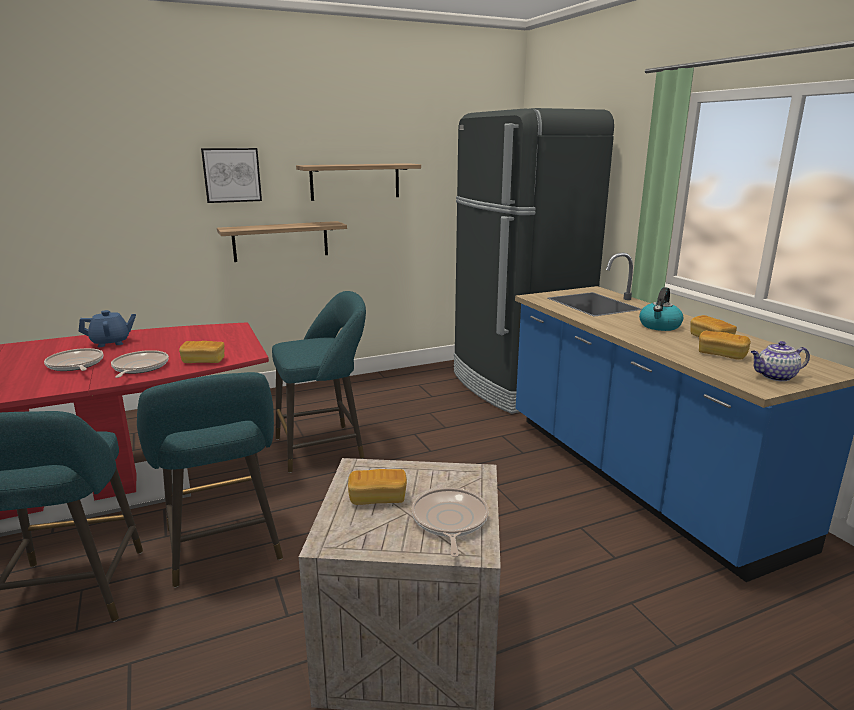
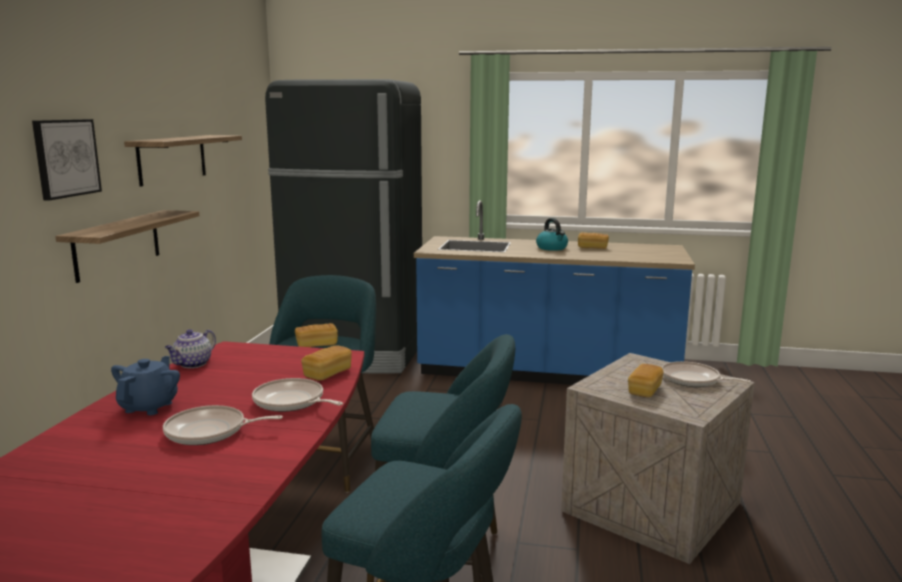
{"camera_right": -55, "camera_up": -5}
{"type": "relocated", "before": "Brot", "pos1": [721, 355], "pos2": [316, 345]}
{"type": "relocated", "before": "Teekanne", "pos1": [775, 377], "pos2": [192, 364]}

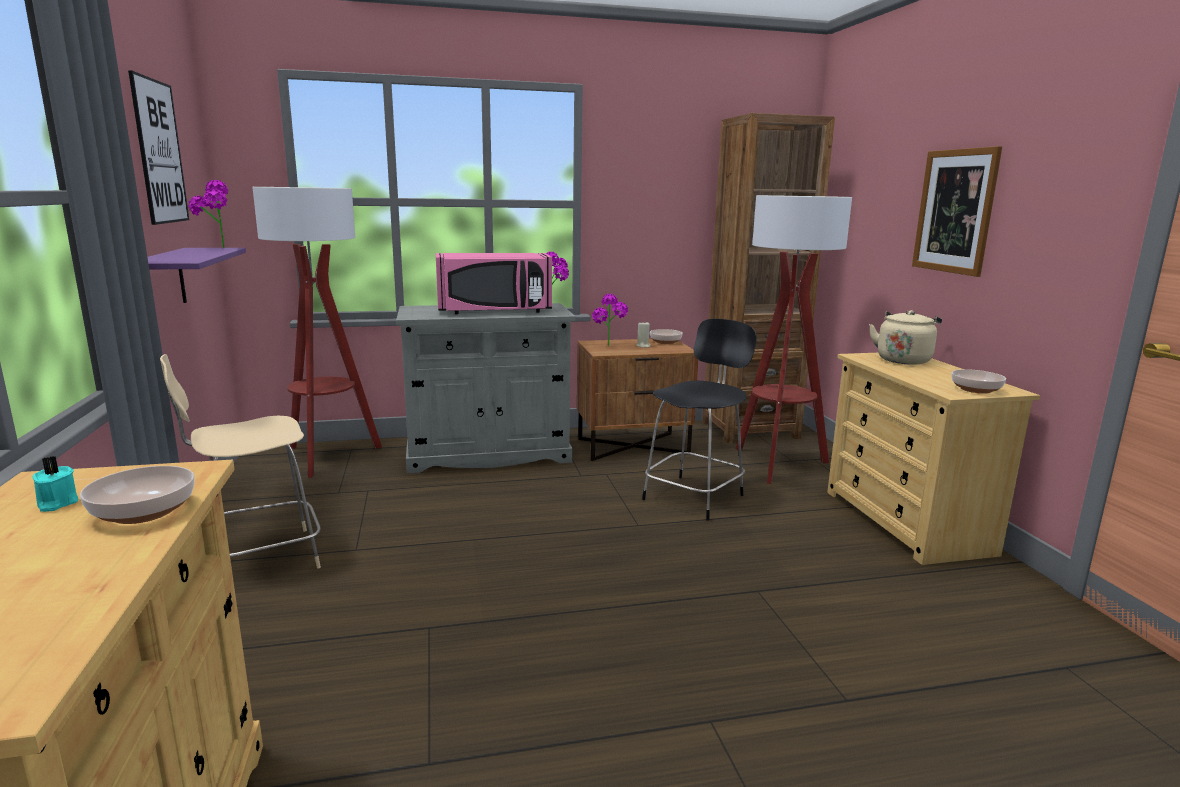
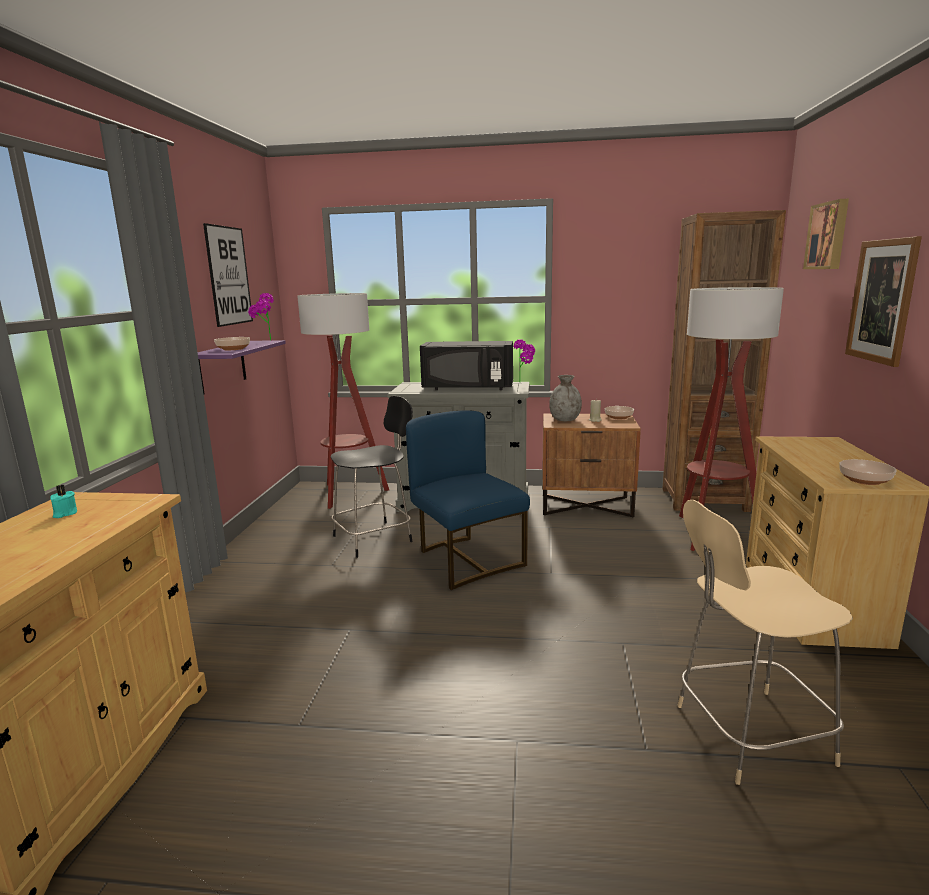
{"camera_right": 20, "camera_up": 0}
{"type": "missing", "before": "Wasserkessel/beige", "pos1": [903, 360]}
{"type": "appeared", "after": "Stuhl/blau", "pos2": [466, 560]}
{"type": "appeared", "after": "Bild", "pos2": [828, 236]}
{"type": "relocated", "before": "Schüssel", "pos1": [143, 512], "pos2": [233, 349]}
{"type": "relocated", "before": "Stuhl/beige", "pos1": [259, 559], "pos2": [747, 734]}
{"type": "relocated", "before": "Stuhl/schwarz", "pos1": [695, 496], "pos2": [375, 538]}
{"type": "exchanged", "before": "Topfpflanze", "after": "Vase/grau", "pos1": [609, 347], "pos2": [565, 420]}
{"type": "colour", "before": "Mikrowelle/rosa", "after": "Mikrowelle/schwarz", "pos1": [495, 311], "pos2": [467, 388]}

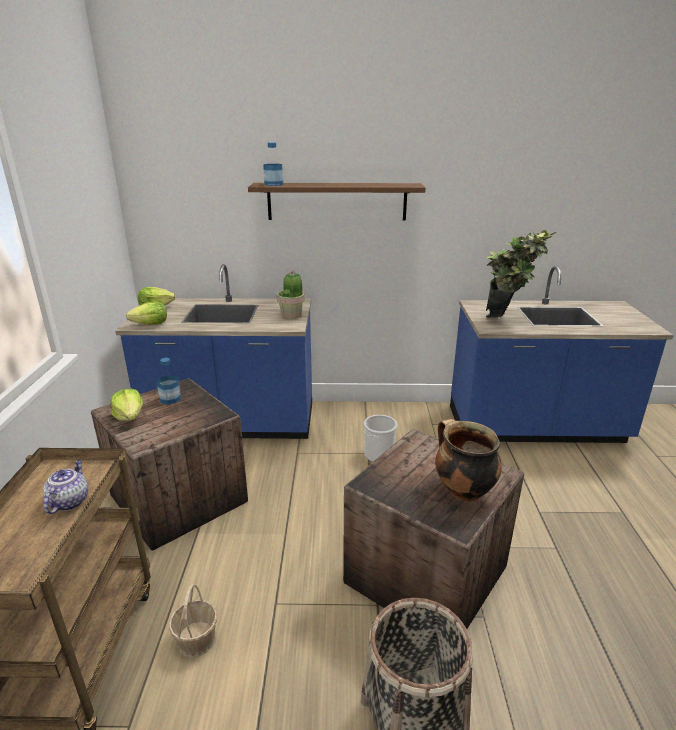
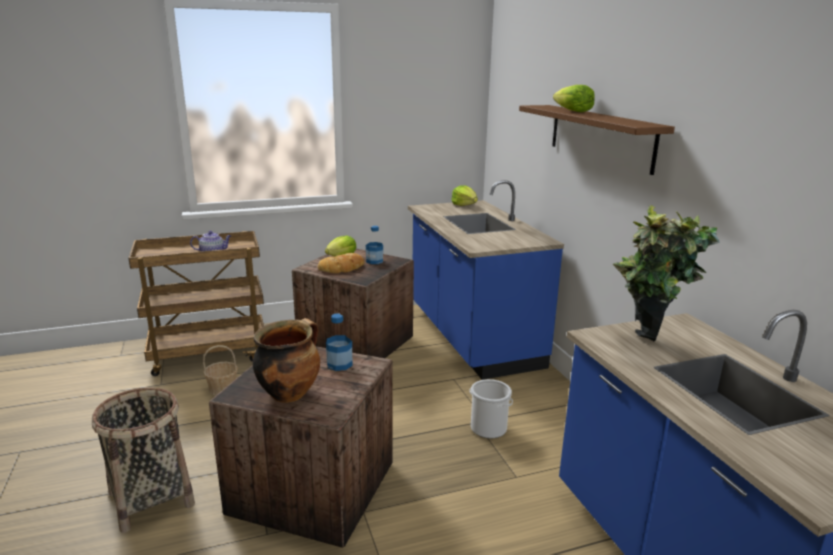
{"camera_right": 70, "camera_up": -5}
{"type": "missing", "before": "Topfpflanze", "pos1": [292, 315]}
{"type": "appeared", "after": "Brot", "pos2": [342, 268]}
{"type": "relocated", "before": "Salatkopf", "pos1": [150, 324], "pos2": [573, 111]}
{"type": "relocated", "before": "Flasche", "pos1": [274, 184], "pos2": [339, 364]}

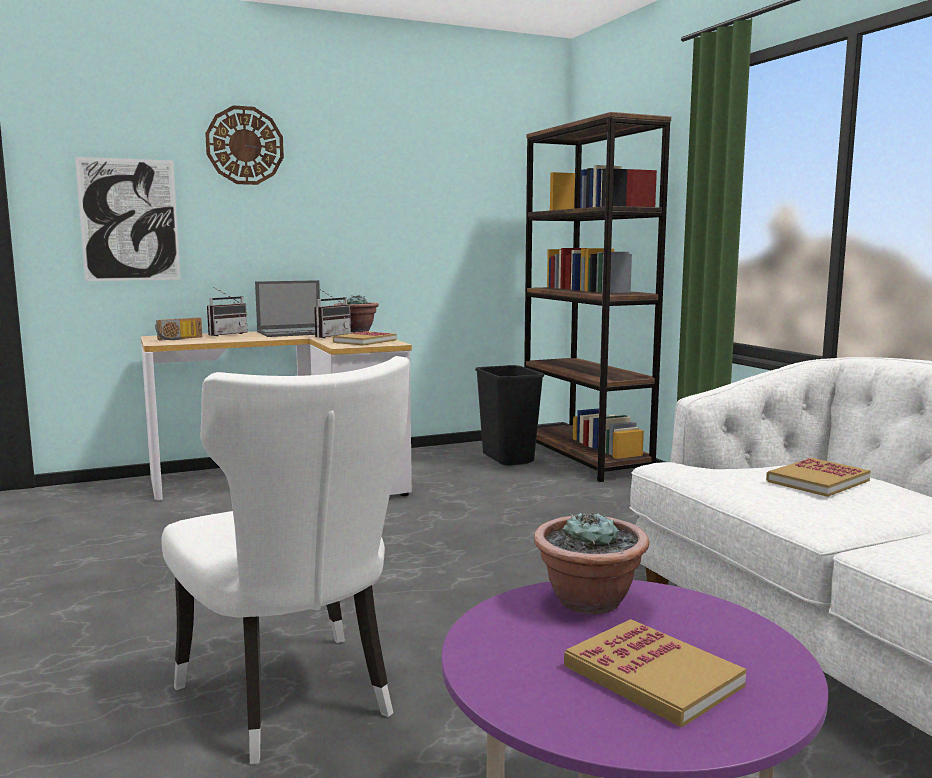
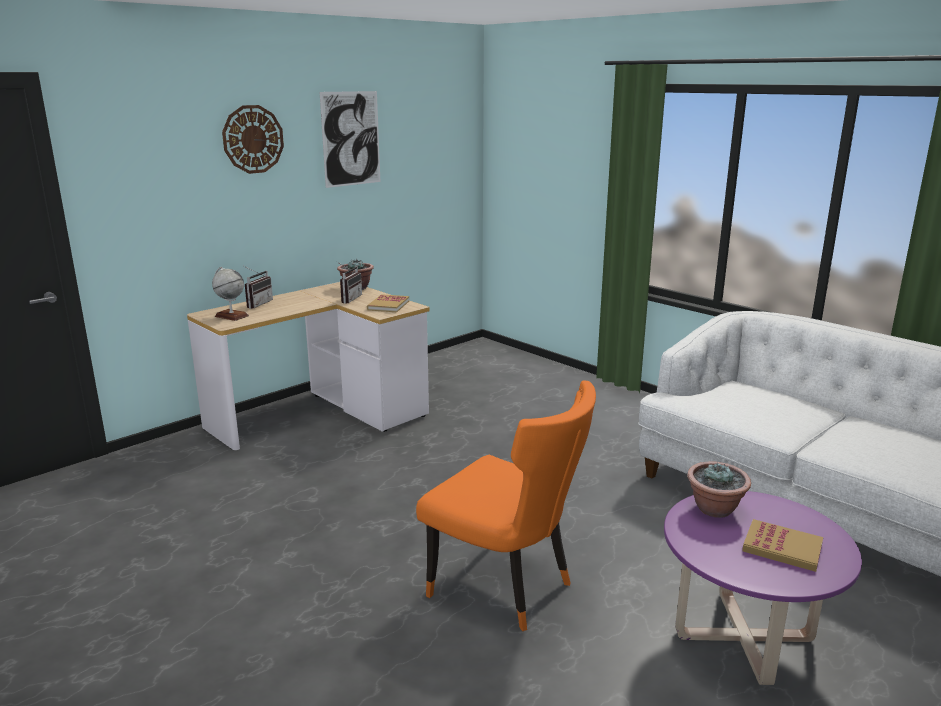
{"camera_right": -20, "camera_up": 10}
{"type": "missing", "before": "Laptop", "pos1": [295, 333]}
{"type": "missing", "before": "Mülleimer/schwarz", "pos1": [507, 459]}
{"type": "missing", "before": "Bücherregal/braun", "pos1": [585, 459]}
{"type": "missing", "before": "Buch", "pos1": [817, 481]}
{"type": "relocated", "before": "Bild", "pos1": [129, 220], "pos2": [351, 139]}
{"type": "exchanged", "before": "Radio", "after": "Globus", "pos1": [180, 339], "pos2": [231, 316]}
{"type": "colour", "before": "Stuhl/weiß", "after": "Stuhl/orange", "pos1": [293, 701], "pos2": [507, 588]}

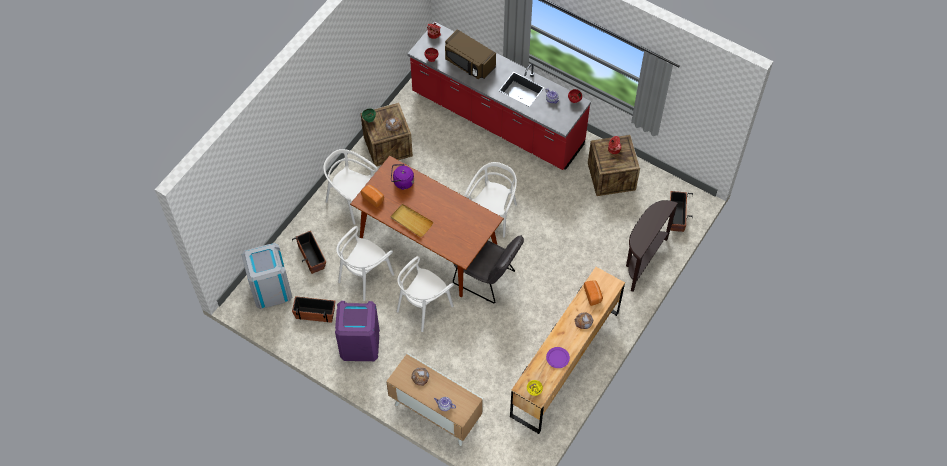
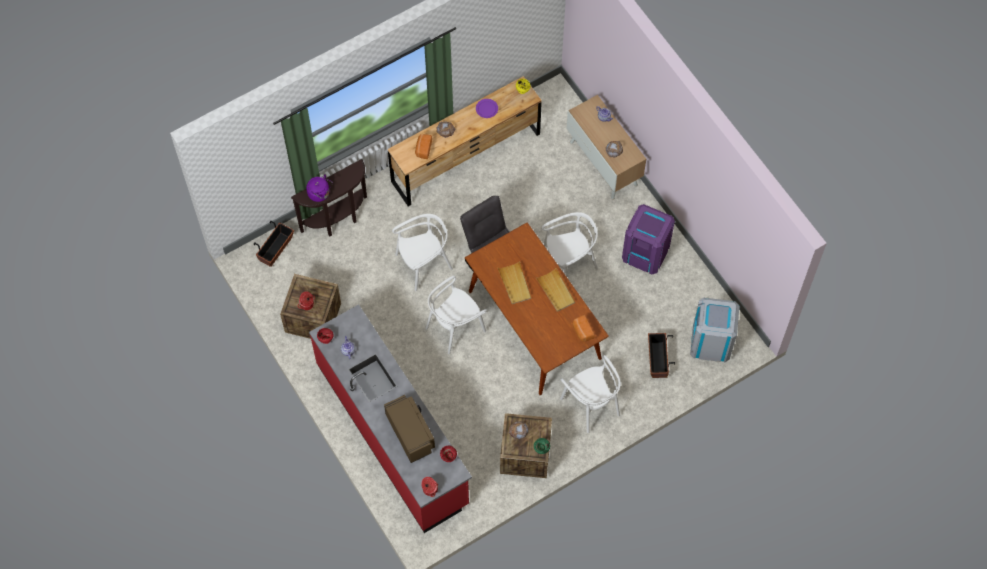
{"camera_right": -155, "camera_up": 5}
{"type": "missing", "before": "Pflanzkübel", "pos1": [315, 313]}
{"type": "appeared", "after": "Tablett/beige", "pos2": [515, 284]}
{"type": "relocated", "before": "Stuhl/weiß", "pos1": [365, 276], "pos2": [424, 264]}
{"type": "relocated", "before": "Wasserkessel/lila", "pos1": [402, 182], "pos2": [320, 194]}

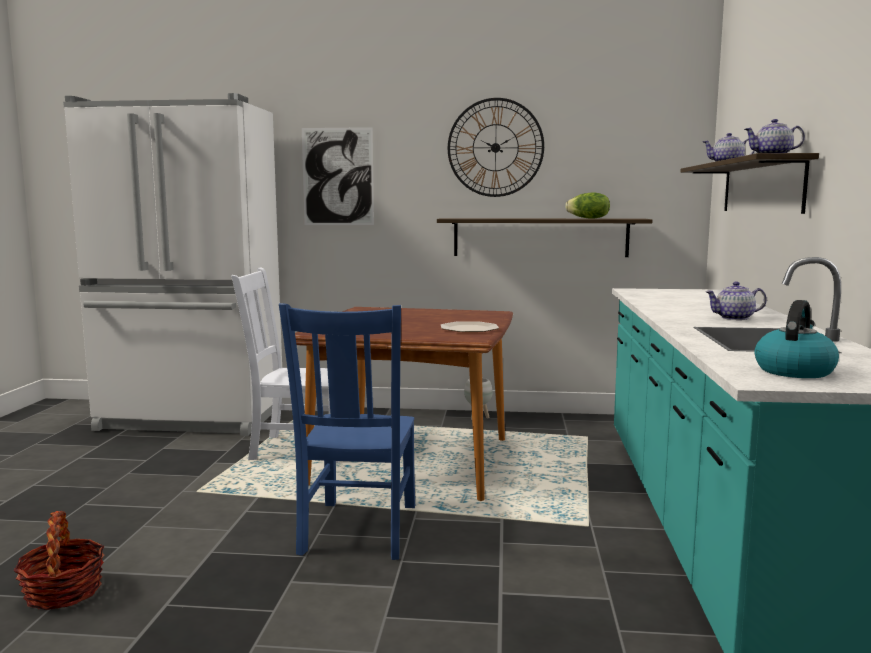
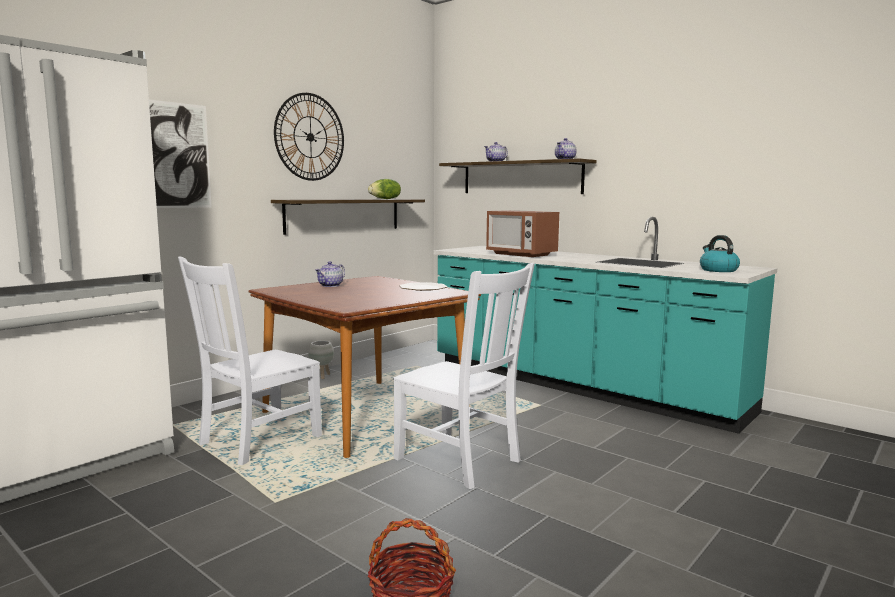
{"camera_right": -55, "camera_up": 0}
{"type": "appeared", "after": "Mikrowelle", "pos2": [521, 254]}
{"type": "relocated", "before": "Teekanne", "pos1": [734, 318], "pos2": [330, 285]}
{"type": "colour", "before": "Stuhl/blau", "after": "Stuhl/weiß", "pos1": [358, 531], "pos2": [460, 461]}

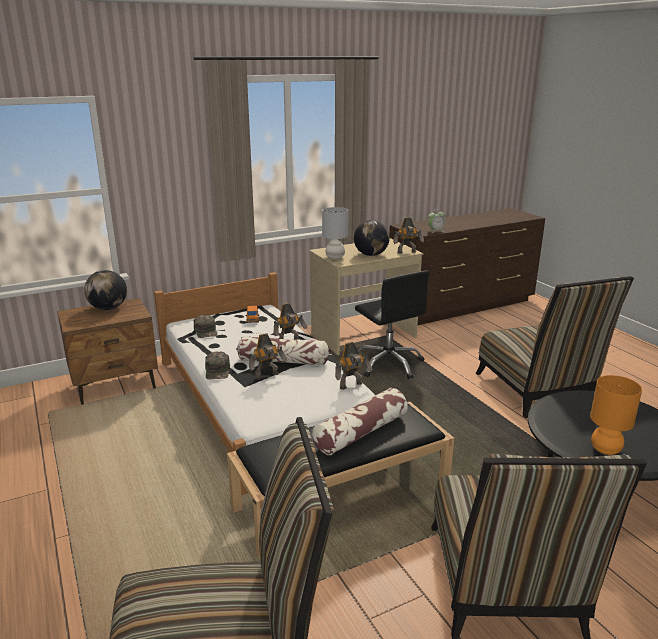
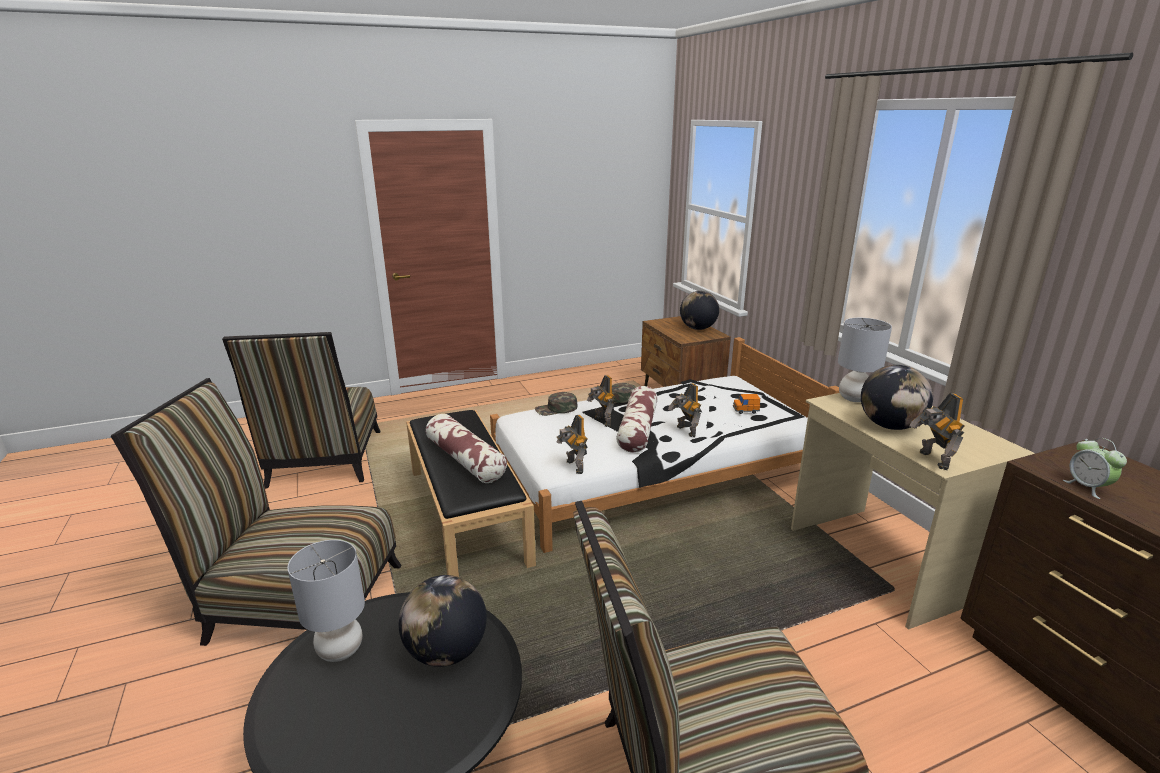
{"camera_right": 95, "camera_up": 0}
{"type": "missing", "before": "Bürostuhl/schwarz", "pos1": [388, 364]}
{"type": "appeared", "after": "Globus", "pos2": [446, 652]}
{"type": "relocated", "before": "Kappe/grün", "pos1": [206, 331], "pos2": [556, 409]}
{"type": "colour", "before": "Tischlampe/orange", "after": "Tischlampe/grau", "pos1": [605, 449], "pos2": [340, 650]}

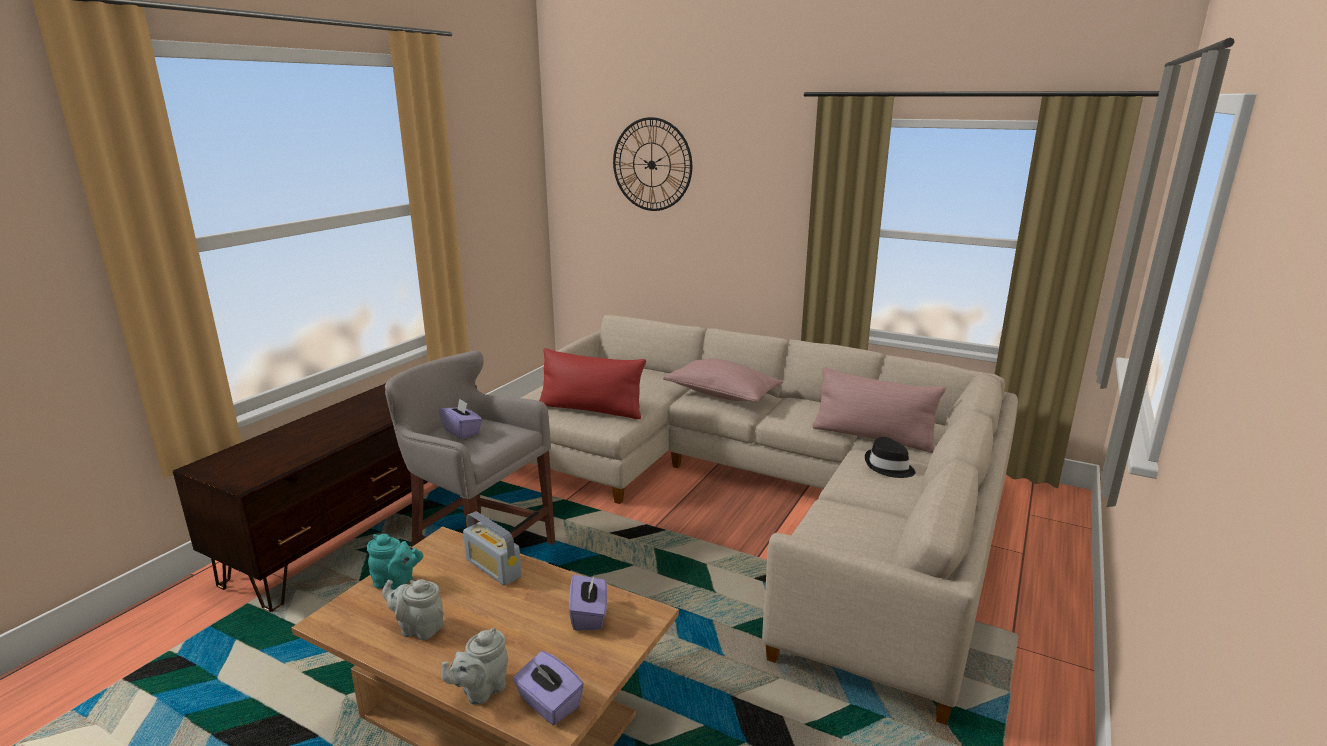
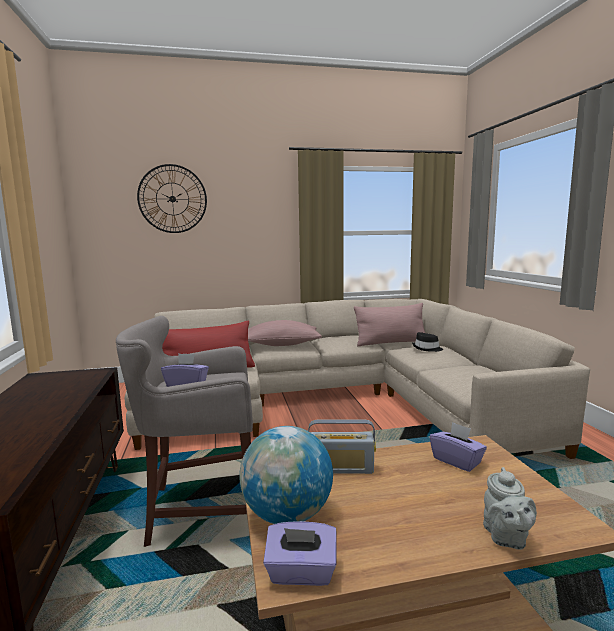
{"camera_right": -40, "camera_up": -10}
{"type": "missing", "before": "Teekanne/grau", "pos1": [419, 628]}
{"type": "relocated", "before": "Taschentuchbox/lila", "pos1": [548, 704], "pos2": [301, 573]}
{"type": "exchanged", "before": "Teekanne/türkis", "after": "Globus", "pos1": [396, 582], "pos2": [287, 515]}

